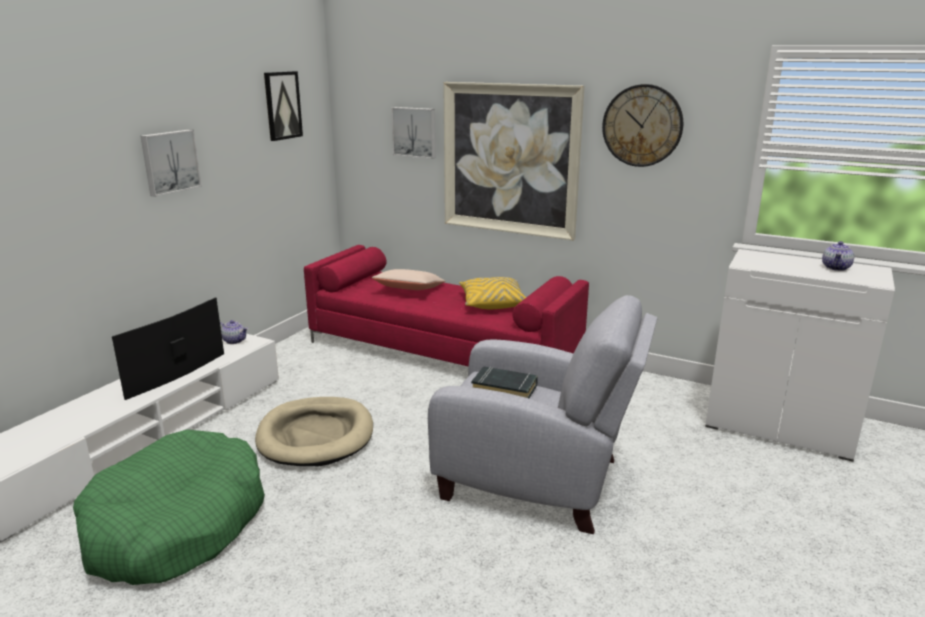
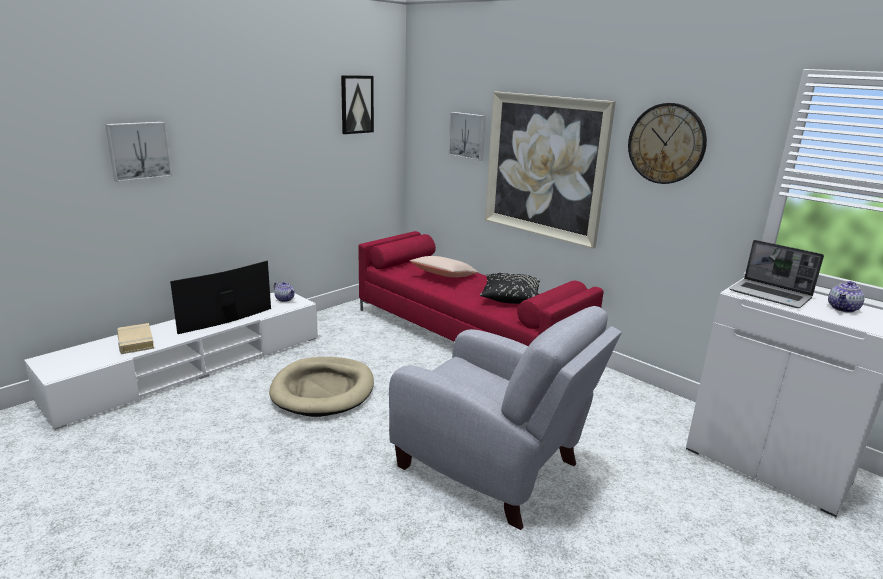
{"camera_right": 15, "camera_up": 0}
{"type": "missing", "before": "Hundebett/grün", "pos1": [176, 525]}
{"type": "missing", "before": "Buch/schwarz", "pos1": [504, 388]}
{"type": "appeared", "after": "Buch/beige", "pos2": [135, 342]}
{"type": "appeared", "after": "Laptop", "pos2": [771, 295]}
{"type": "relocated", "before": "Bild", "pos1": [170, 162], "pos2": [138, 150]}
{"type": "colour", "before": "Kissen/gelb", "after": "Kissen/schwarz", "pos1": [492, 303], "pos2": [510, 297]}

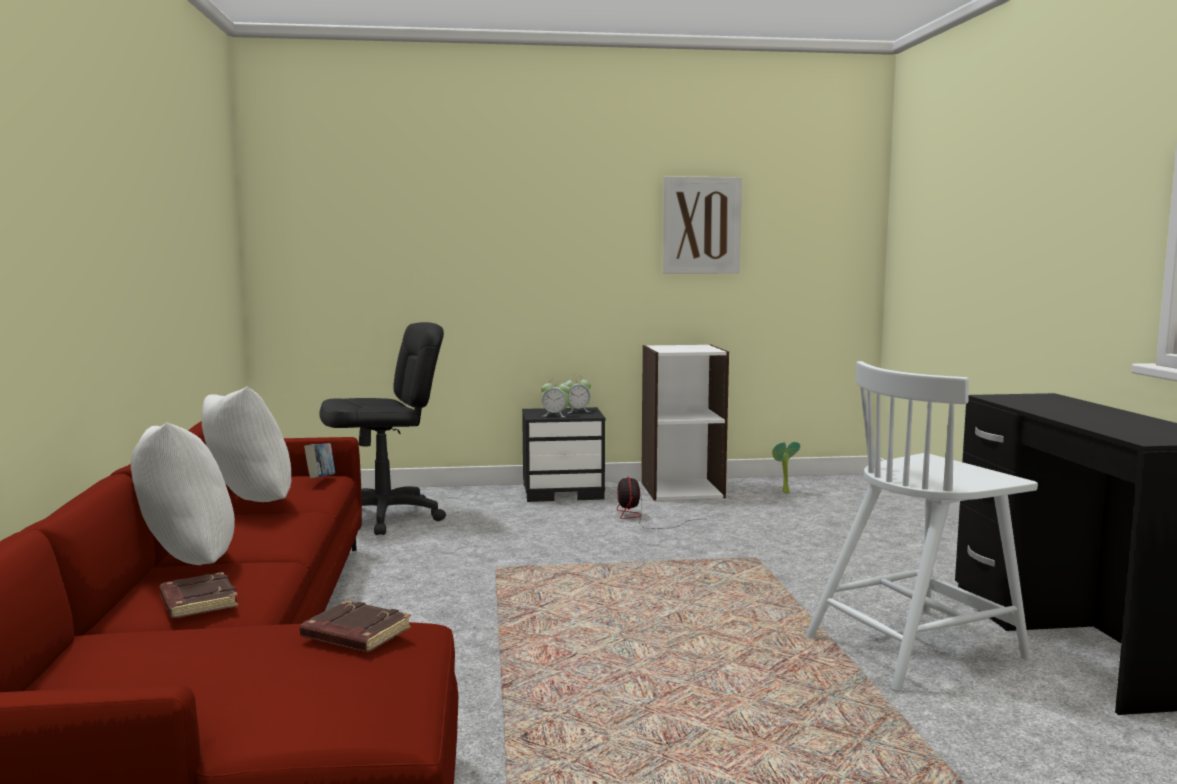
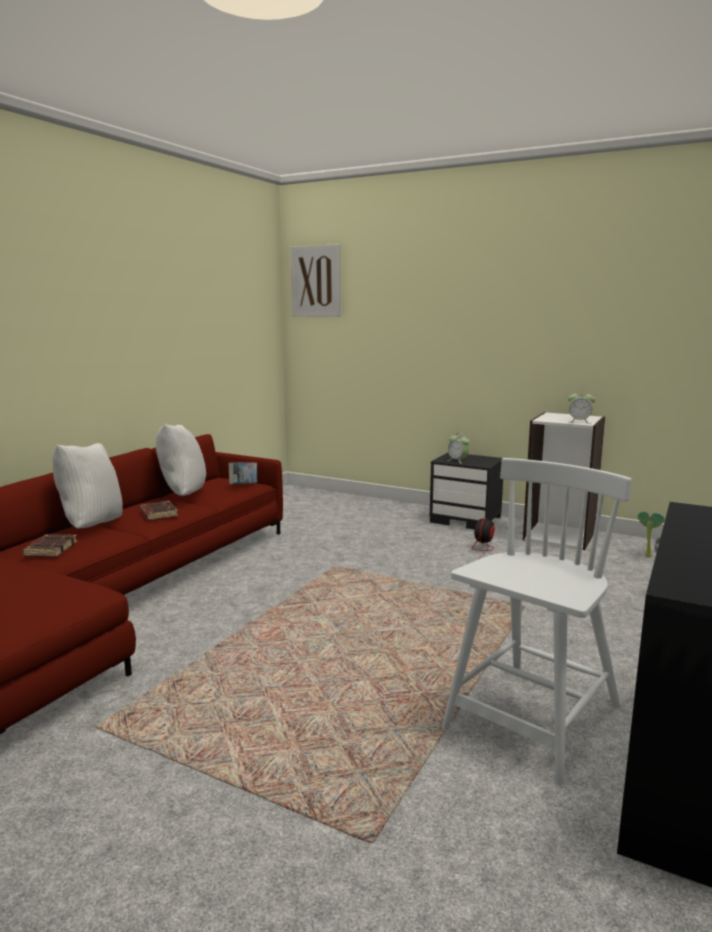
{"camera_right": 35, "camera_up": 5}
{"type": "missing", "before": "Bürostuhl/schwarz", "pos1": [385, 517]}
{"type": "relocated", "before": "Buch/braun", "pos1": [354, 635], "pos2": [158, 514]}
{"type": "relocated", "before": "Wecker", "pos1": [577, 411], "pos2": [579, 422]}
{"type": "relocated", "before": "Bild", "pos1": [701, 225], "pos2": [316, 281]}
{"type": "spun", "before": "Stuhl/weiß", "pos1": [916, 647], "pos2": [532, 720], "turn": 120}

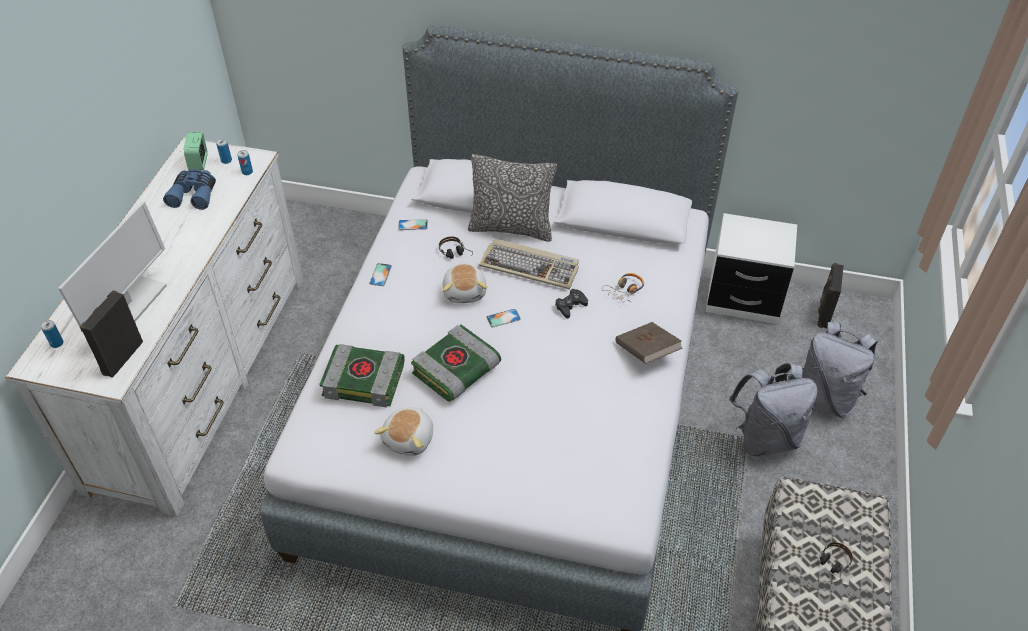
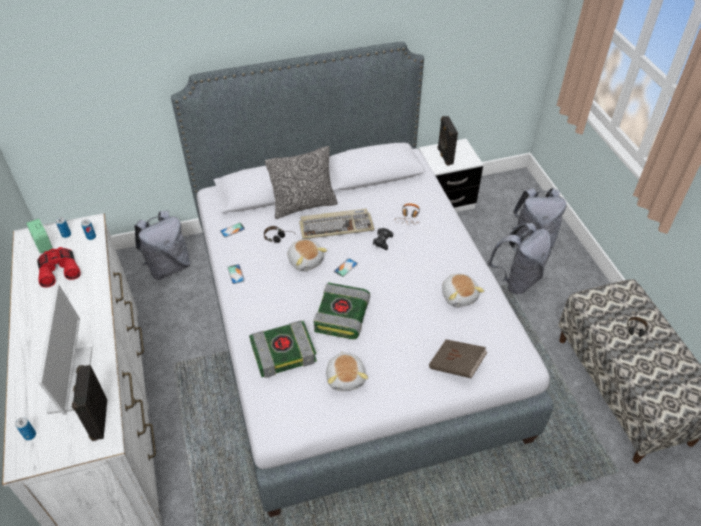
{"camera_right": -30, "camera_up": 0}
{"type": "appeared", "after": "Rucksack/grau", "pos2": [168, 266]}
{"type": "appeared", "after": "Plüschtier", "pos2": [459, 296]}
{"type": "relocated", "before": "Buch/braun", "pos1": [646, 352], "pos2": [456, 366]}
{"type": "relocated", "before": "Lautsprecher/schwarz", "pos1": [823, 314], "pos2": [444, 156]}
{"type": "colour", "before": "Fernglas/blau", "after": "Fernglas/rot", "pos1": [194, 194], "pos2": [59, 270]}

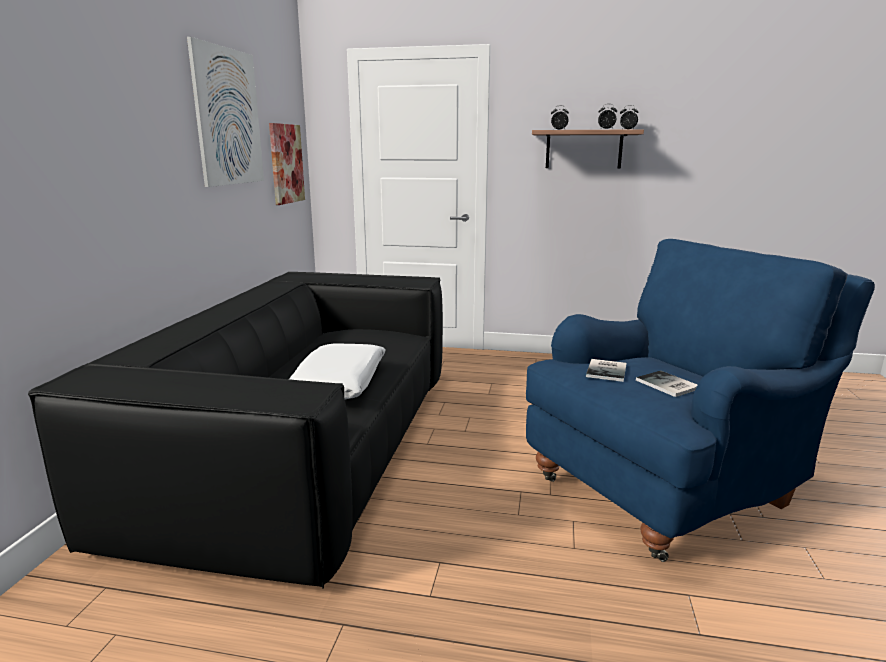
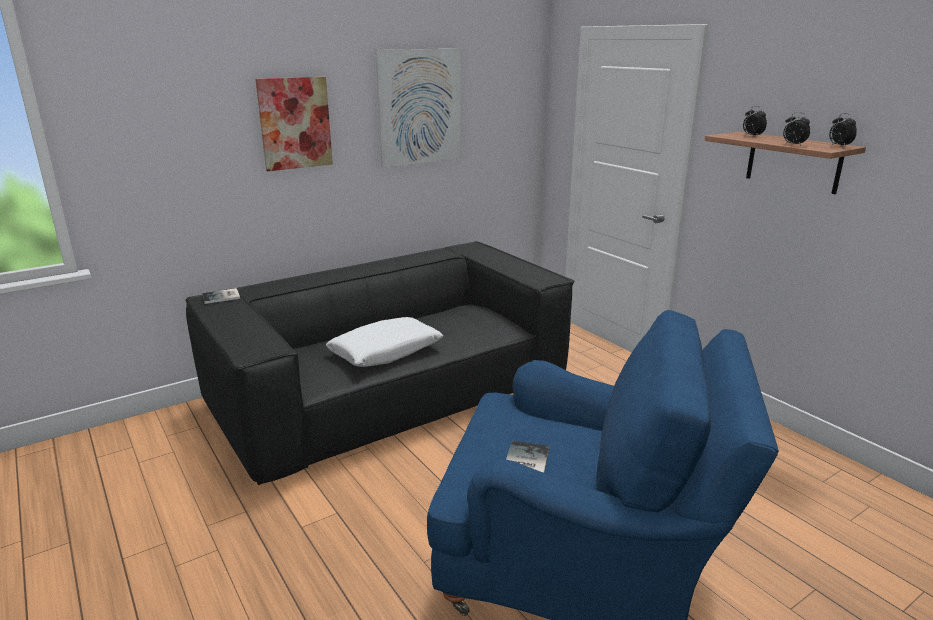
{"camera_right": 45, "camera_up": 5}
{"type": "relocated", "before": "Bild", "pos1": [286, 164], "pos2": [295, 123]}
{"type": "relocated", "before": "Buch", "pos1": [608, 371], "pos2": [222, 297]}

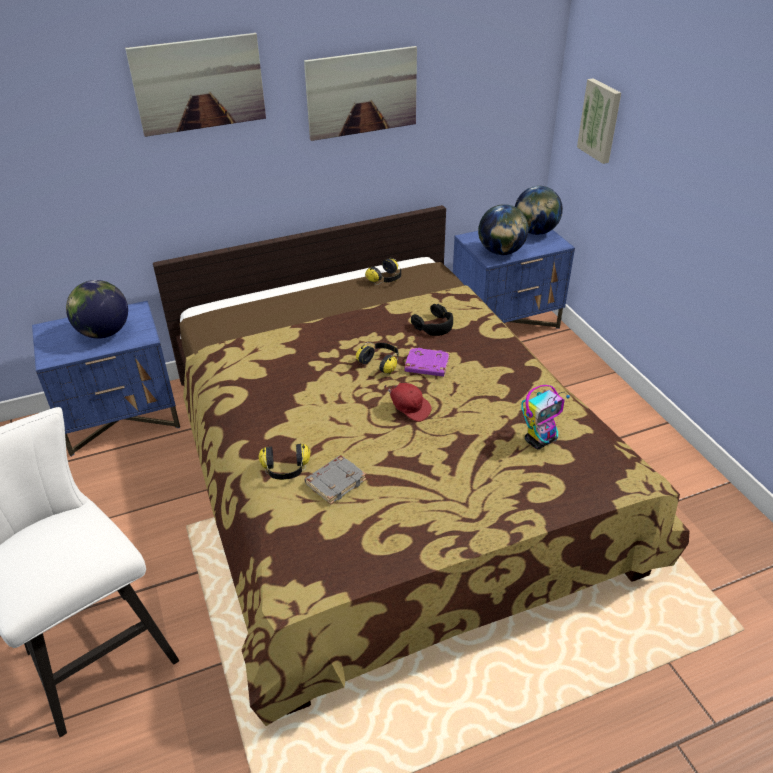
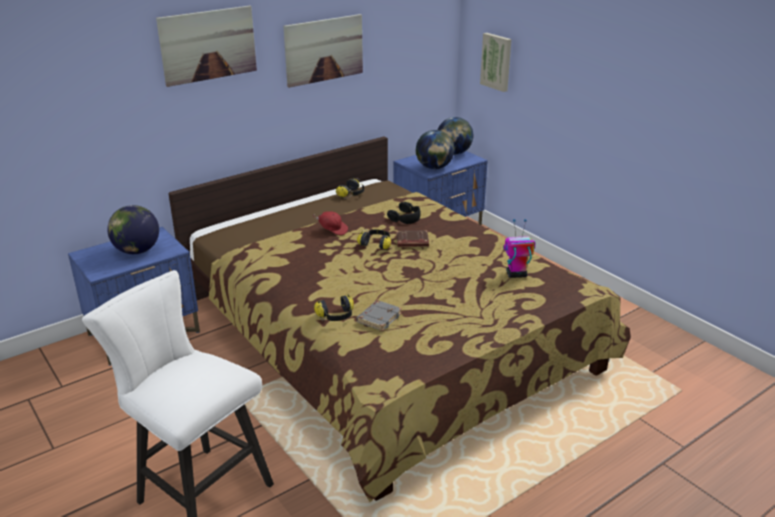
{"camera_right": -15, "camera_up": -10}
{"type": "relocated", "before": "Kappe/rot", "pos1": [409, 409], "pos2": [332, 230]}
{"type": "colour", "before": "Buch/lila", "after": "Buch/braun", "pos1": [426, 366], "pos2": [412, 242]}
{"type": "spun", "before": "Spielzeugroboter", "pos1": [540, 440], "pos2": [515, 274], "turn": -135}

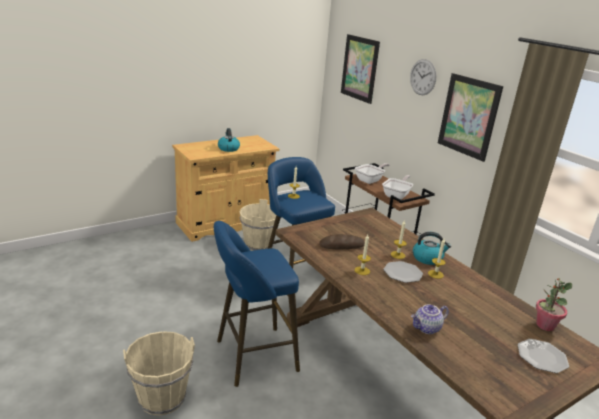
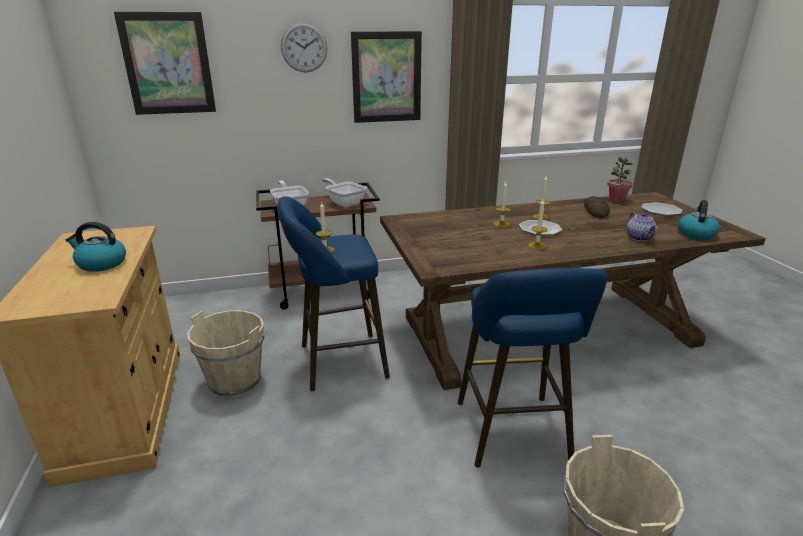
{"camera_right": -70, "camera_up": 0}
{"type": "relocated", "before": "Brot", "pos1": [341, 245], "pos2": [595, 210]}
{"type": "relocated", "before": "Wasserkessel", "pos1": [427, 258], "pos2": [695, 234]}

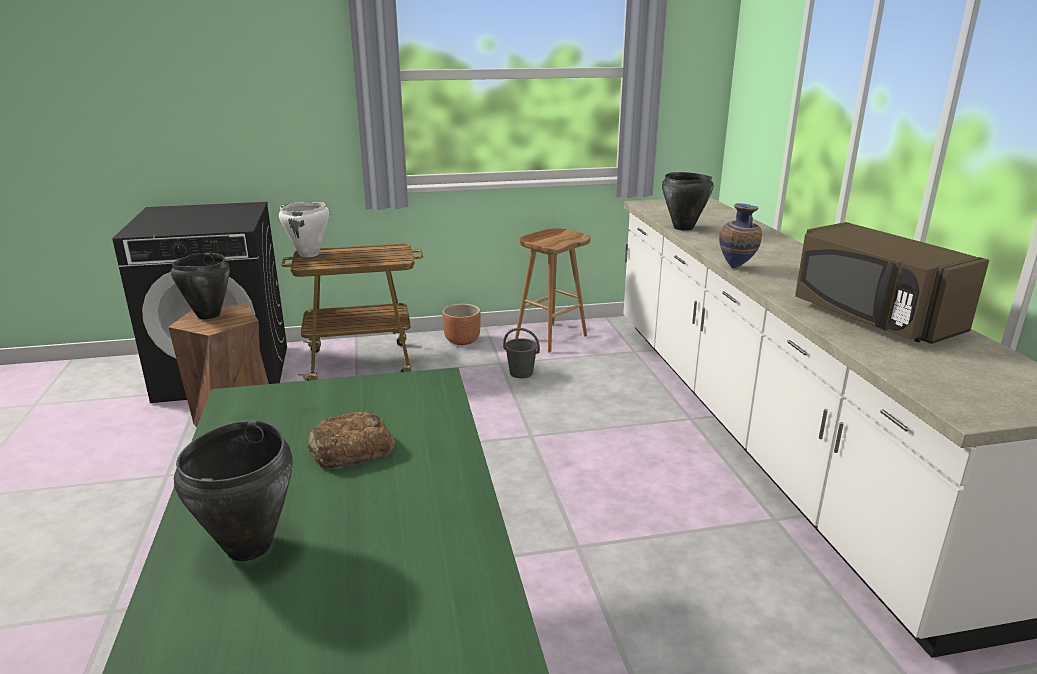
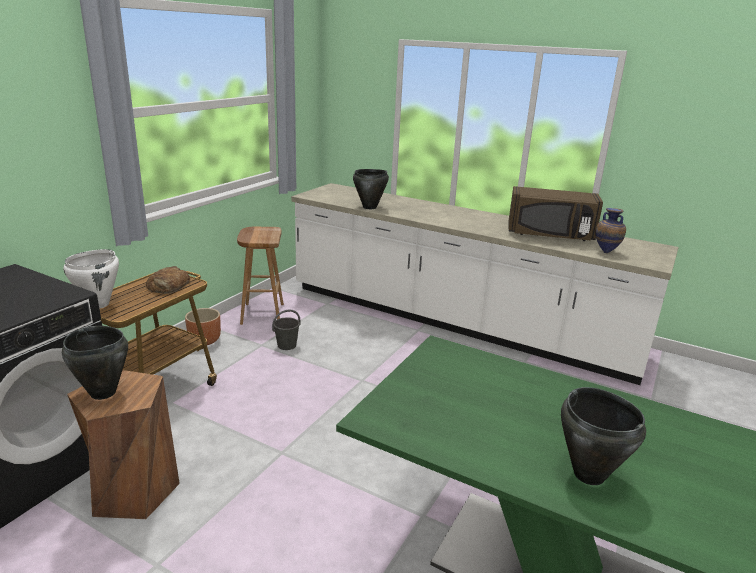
{"camera_right": -50, "camera_up": 0}
{"type": "relocated", "before": "Brot", "pos1": [350, 449], "pos2": [168, 286]}
{"type": "relocated", "before": "Vase", "pos1": [737, 267], "pos2": [606, 252]}

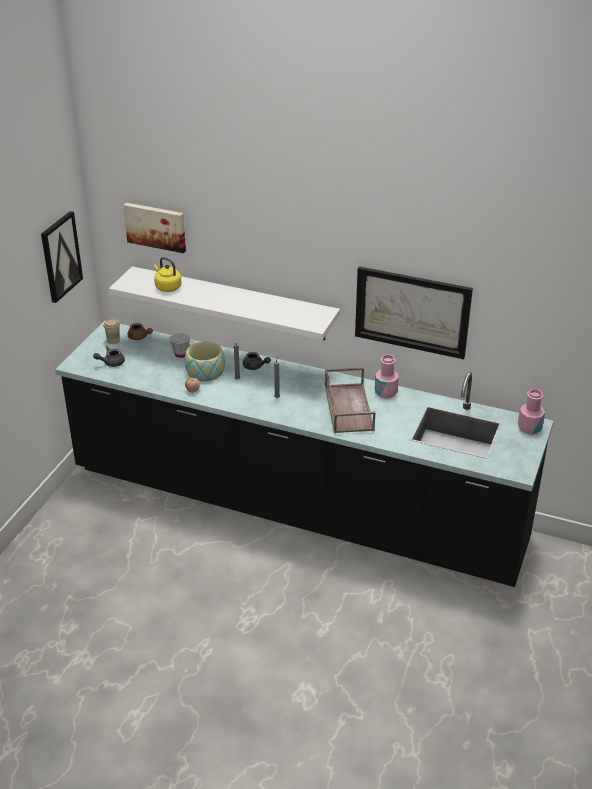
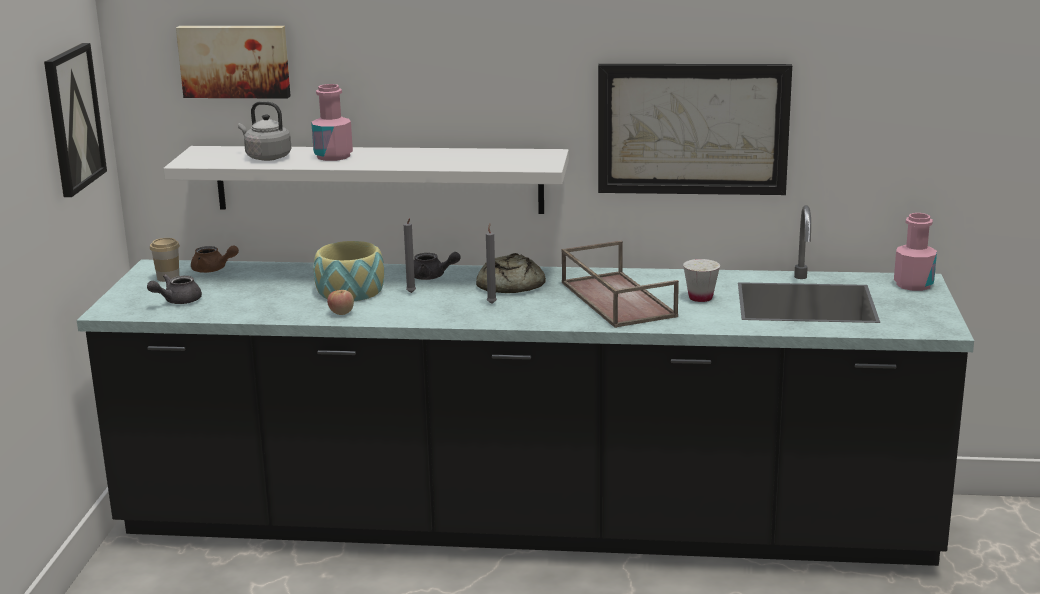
{"camera_right": -15, "camera_up": -15}
{"type": "appeared", "after": "Brot", "pos2": [508, 285]}
{"type": "relocated", "before": "Tasse/weiß", "pos1": [181, 354], "pos2": [700, 298]}
{"type": "relocated", "before": "Flasche/rosa", "pos1": [386, 392], "pos2": [333, 156]}
{"type": "colour", "before": "Wasserkessel/gelb", "after": "Wasserkessel/grau", "pos1": [167, 287], "pos2": [266, 157]}

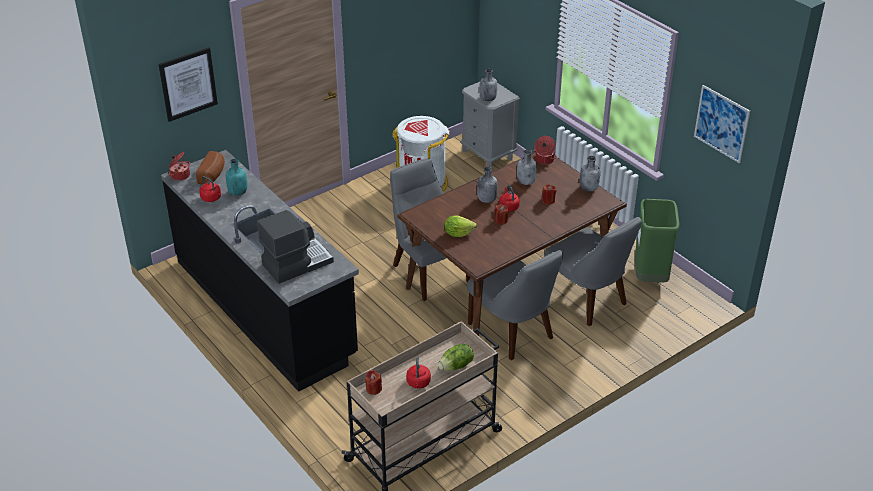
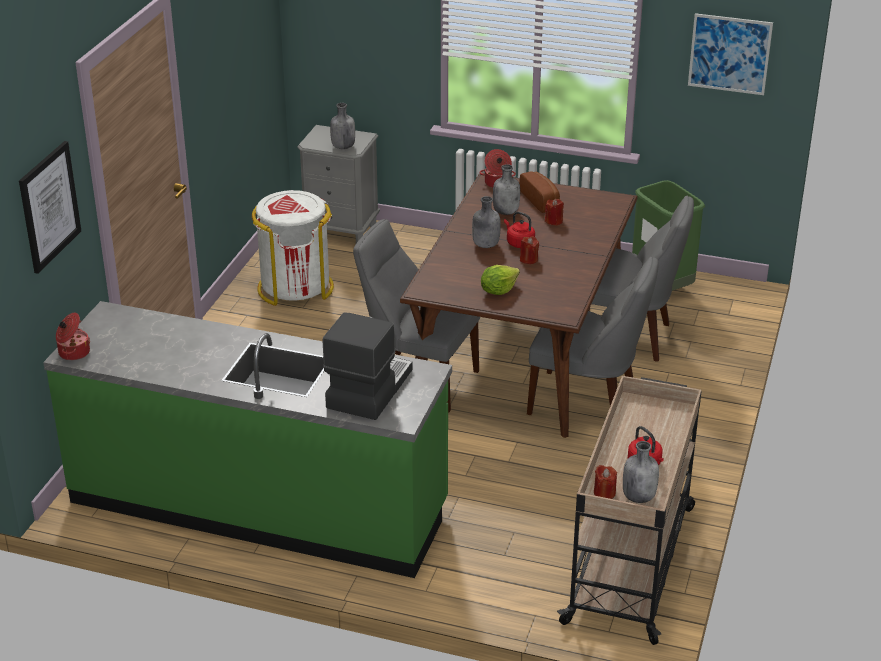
{"camera_right": -35, "camera_up": -5}
{"type": "missing", "before": "Wasserkessel/rot", "pos1": [212, 198]}
{"type": "missing", "before": "Flasche/türkis", "pos1": [238, 192]}
{"type": "missing", "before": "Salatkopf", "pos1": [456, 366]}
{"type": "relocated", "before": "Brot", "pos1": [213, 175], "pos2": [541, 200]}
{"type": "relocated", "before": "Flasche/grau", "pos1": [588, 188], "pos2": [638, 496]}
{"type": "colour", "before": "Küchenzeile/schwarz", "after": "Küchenzeile/grün", "pos1": [265, 308], "pos2": [259, 504]}

